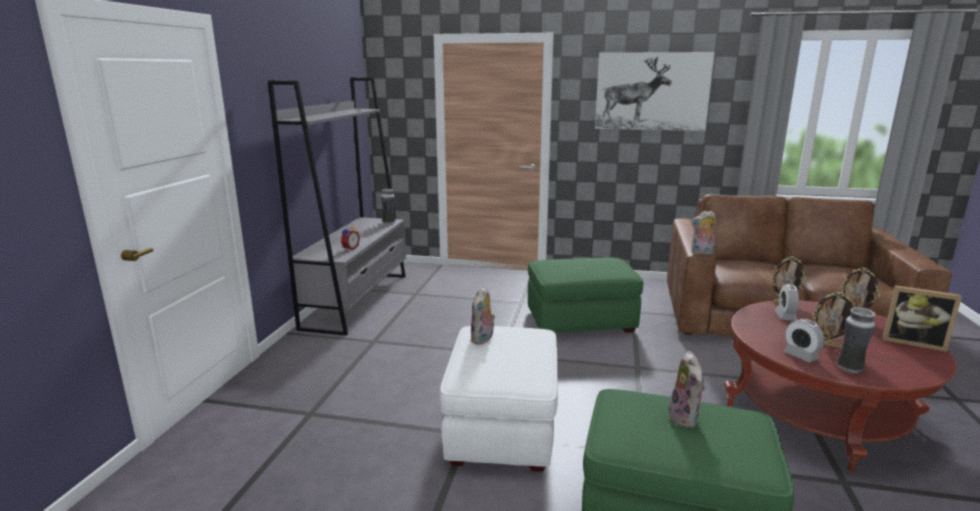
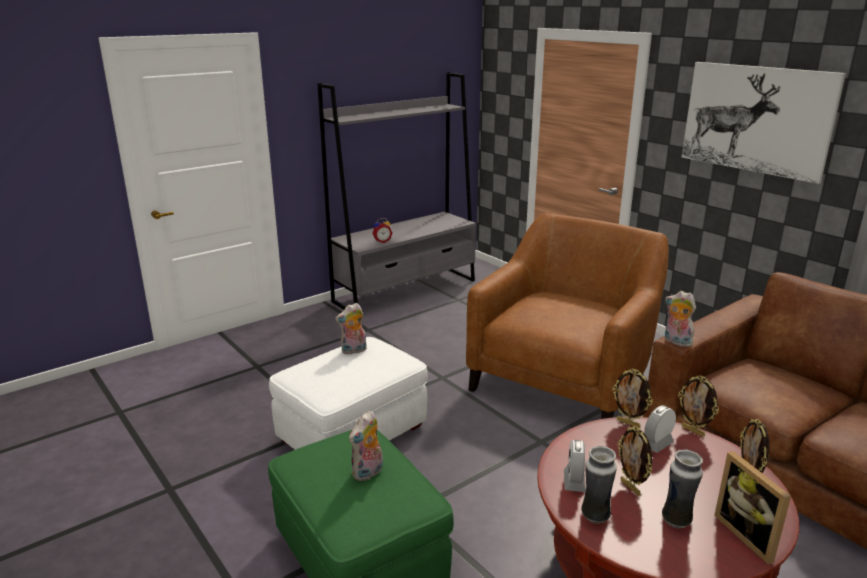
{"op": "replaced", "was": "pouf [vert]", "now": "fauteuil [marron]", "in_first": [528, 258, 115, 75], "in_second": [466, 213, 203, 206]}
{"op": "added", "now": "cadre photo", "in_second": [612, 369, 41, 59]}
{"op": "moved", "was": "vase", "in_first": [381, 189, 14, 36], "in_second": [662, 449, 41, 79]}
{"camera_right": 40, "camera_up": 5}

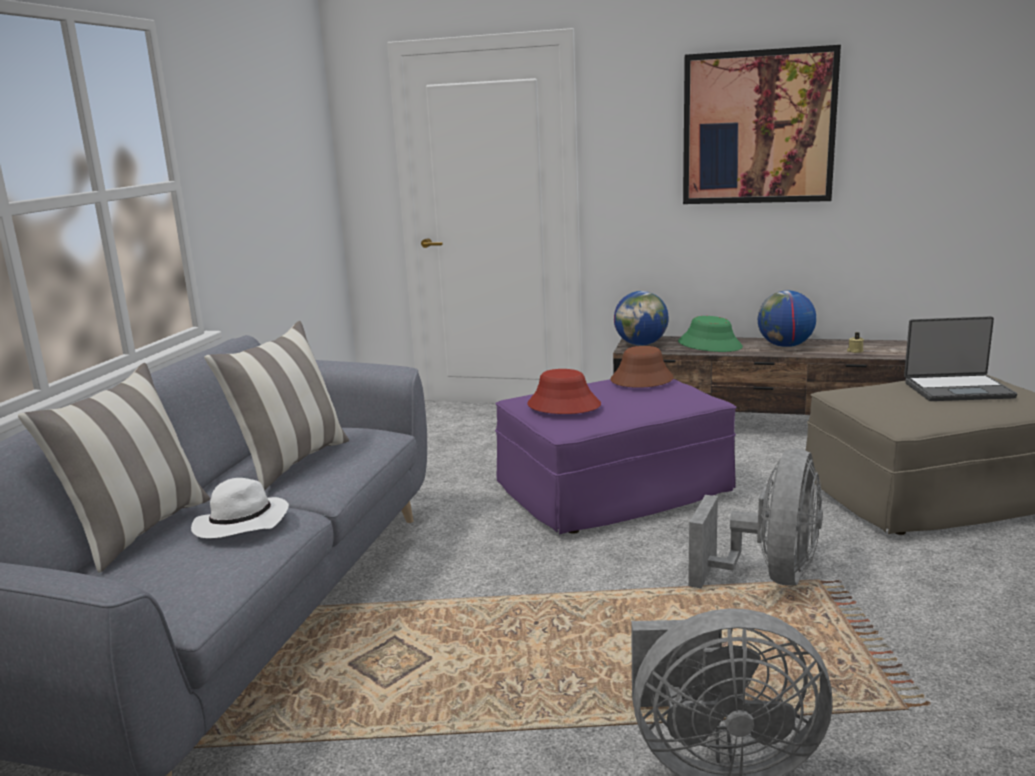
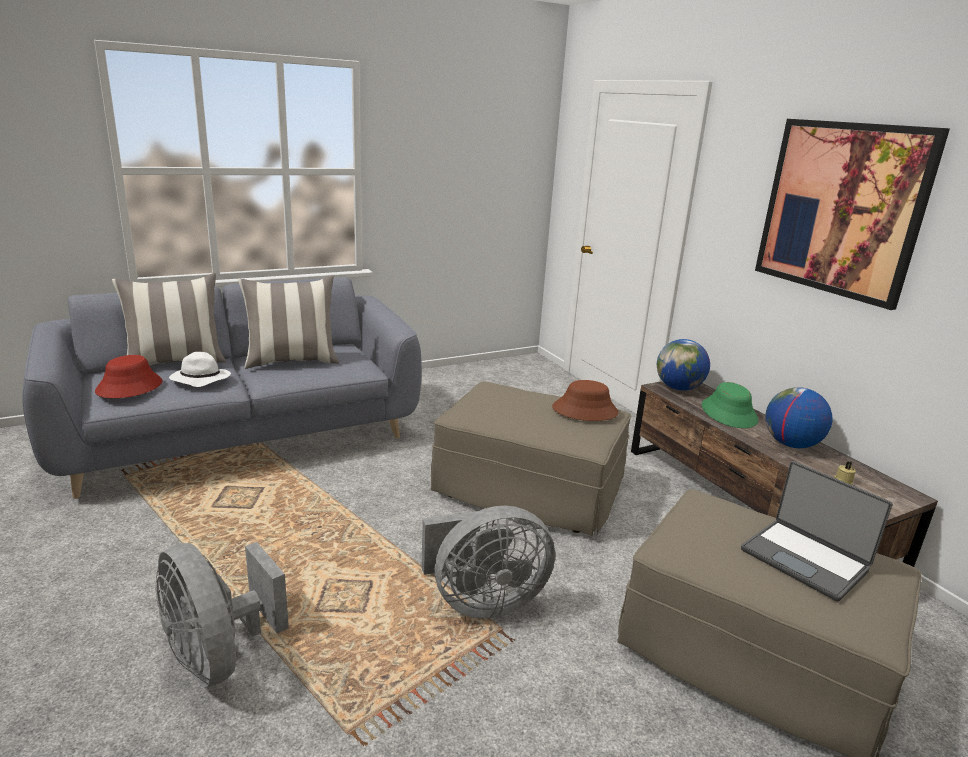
{"op": "moved", "was": "chapeau [rouge]", "in_first": [527, 369, 74, 45], "in_second": [95, 355, 68, 43]}
{"op": "recoloured", "was": "pouf [violet]", "now": "pouf [beige]", "in_first": [495, 379, 242, 156], "in_second": [431, 381, 200, 155]}
{"camera_right": 45, "camera_up": 5}

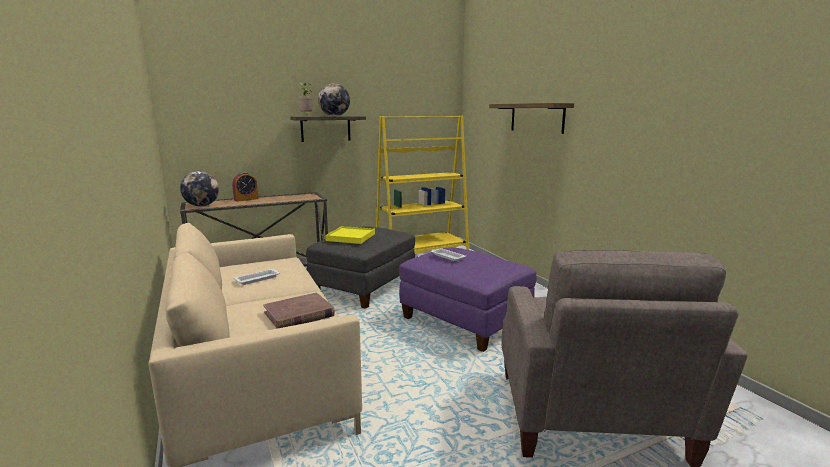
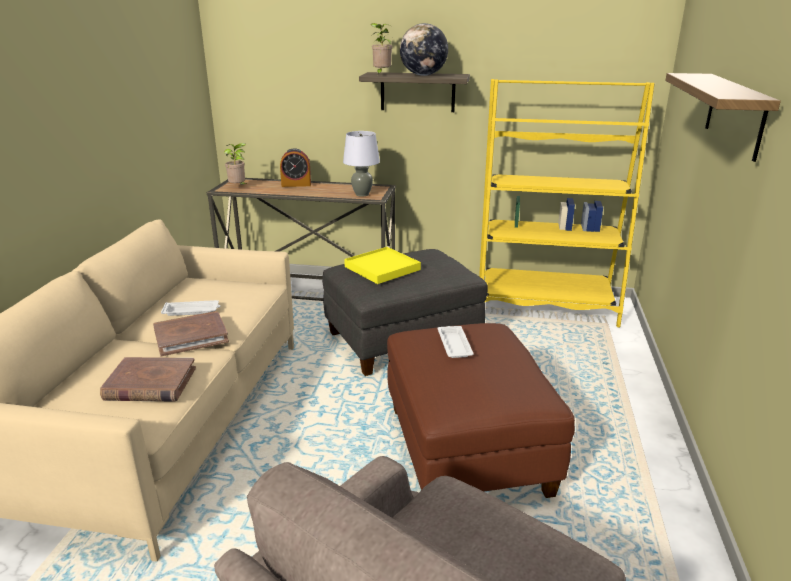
{"op": "added", "now": "livre [marron]", "in_second": [153, 311, 76, 45]}
{"op": "replaced", "was": "globe", "now": "plante en pot", "in_first": [180, 171, 39, 35], "in_second": [224, 143, 24, 42]}
{"op": "added", "now": "lampe de table [gris]", "in_second": [343, 131, 37, 66]}
{"op": "recoloured", "was": "pouf [violet]", "now": "pouf [marron]", "in_first": [399, 247, 138, 105], "in_second": [387, 323, 188, 175]}
{"camera_right": 35, "camera_up": 10}

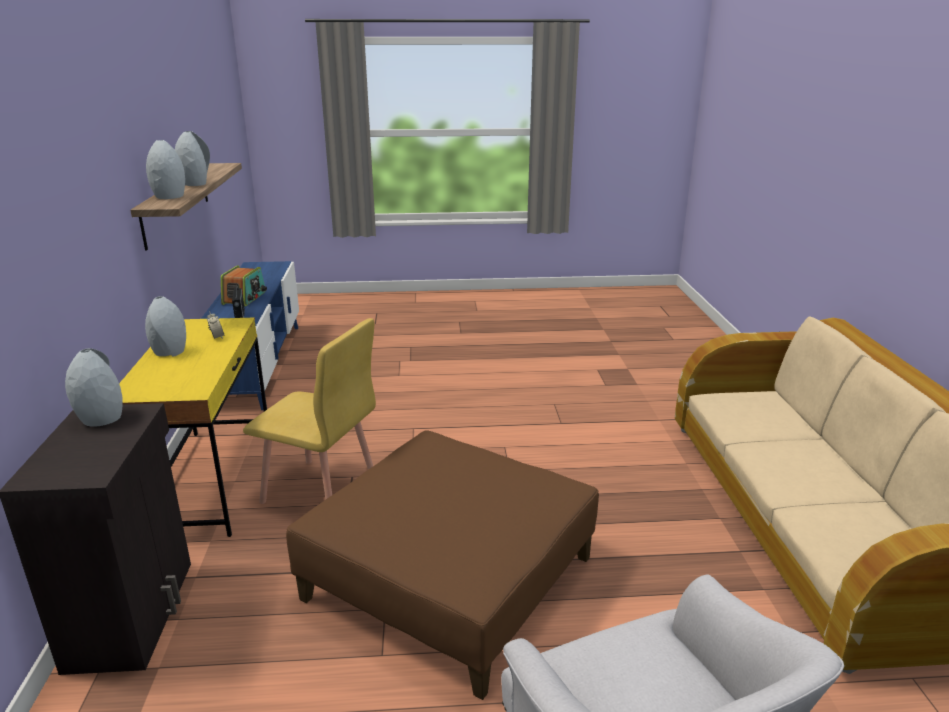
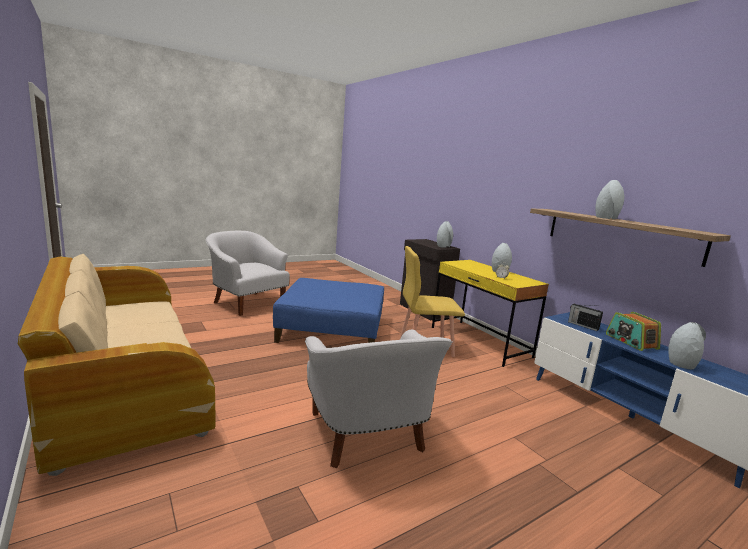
{"op": "recoloured", "was": "pouf [marron]", "now": "pouf [bleu]", "in_first": [286, 431, 313, 269], "in_second": [273, 278, 111, 65]}
{"op": "added", "now": "fauteuil [blanc]", "in_second": [305, 329, 148, 139]}
{"op": "moved", "was": "vase [gris]", "in_first": [146, 140, 39, 59], "in_second": [668, 322, 38, 47]}
{"camera_right": 150, "camera_up": -10}

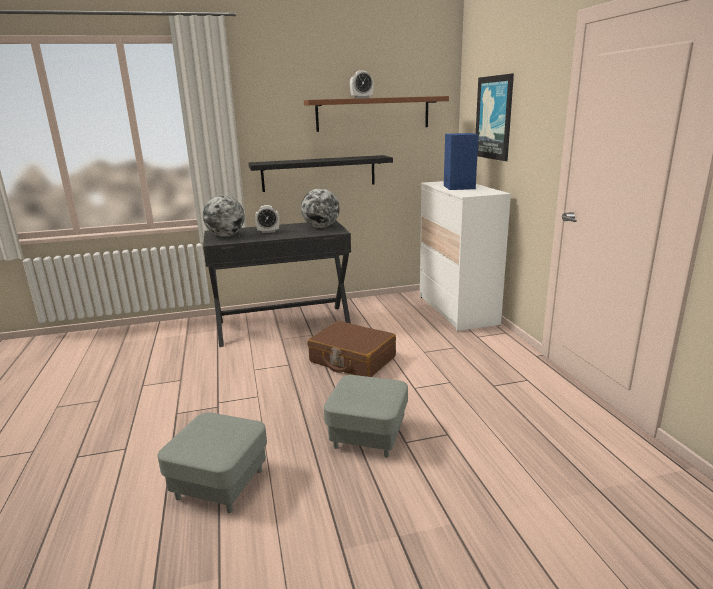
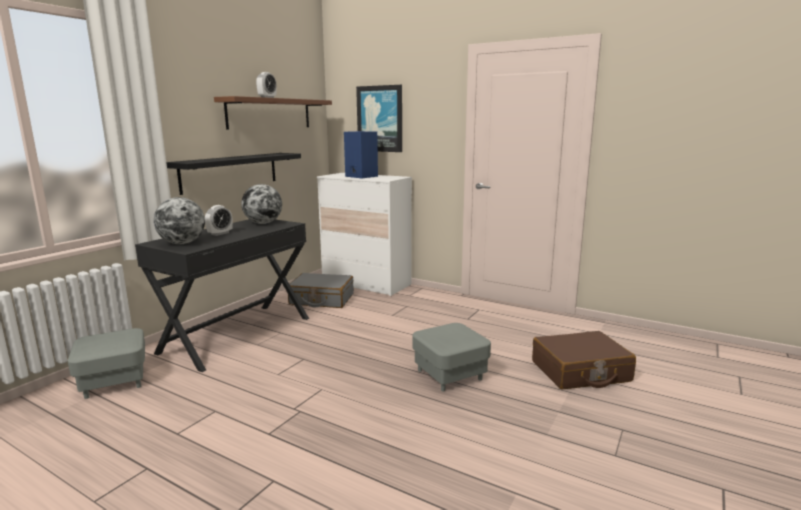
{"op": "moved", "was": "pouf [gris]", "in_first": [158, 412, 109, 101], "in_second": [68, 328, 77, 71]}
{"op": "added", "now": "valise [gris]", "in_second": [288, 273, 66, 35]}
{"op": "moved", "was": "valise [marron]", "in_first": [308, 321, 88, 56], "in_second": [532, 331, 104, 58]}
{"camera_right": -45, "camera_up": -5}

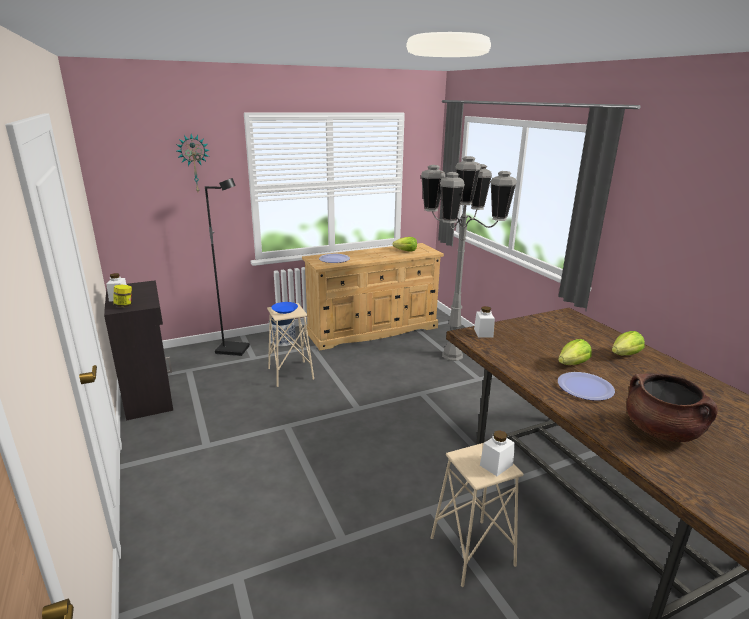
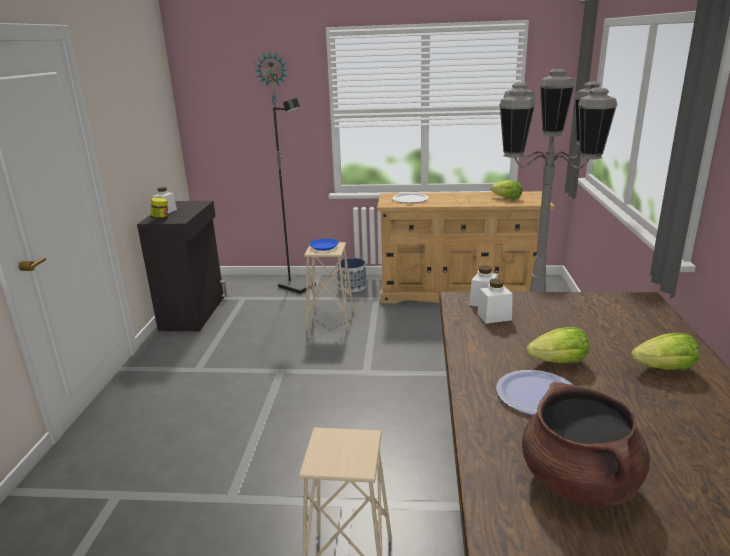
{"op": "moved", "was": "bocal [blanc]", "in_first": [480, 430, 35, 46], "in_second": [477, 279, 36, 45]}
{"camera_right": 30, "camera_up": 0}

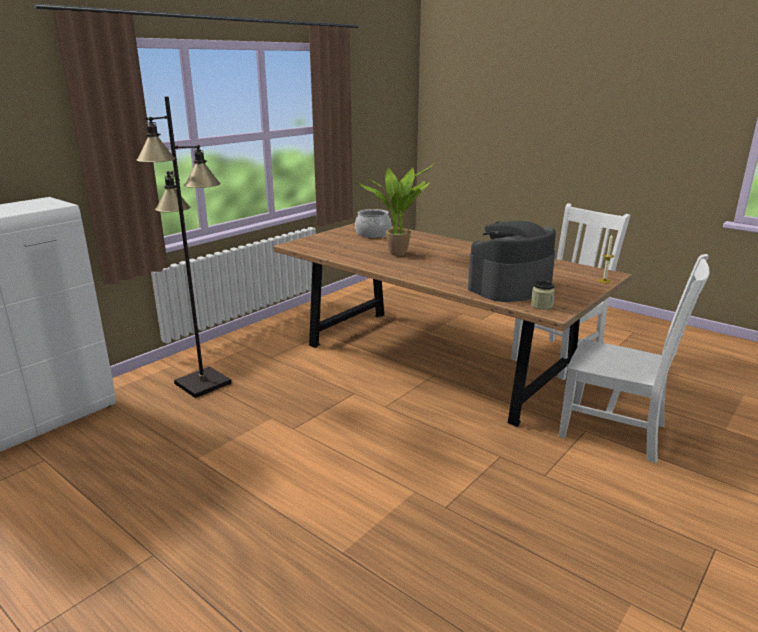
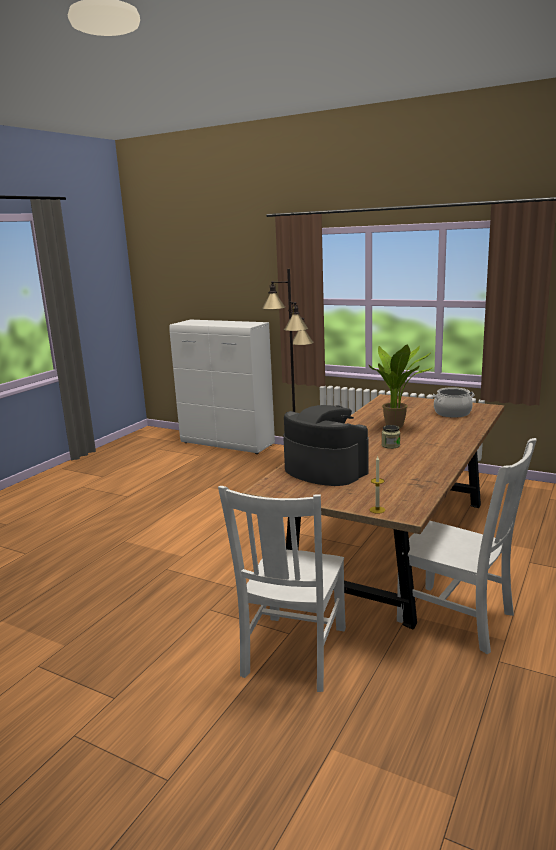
{"op": "moved", "was": "bocal", "in_first": [531, 281, 24, 29], "in_second": [382, 425, 18, 24]}
{"camera_right": 80, "camera_up": -5}

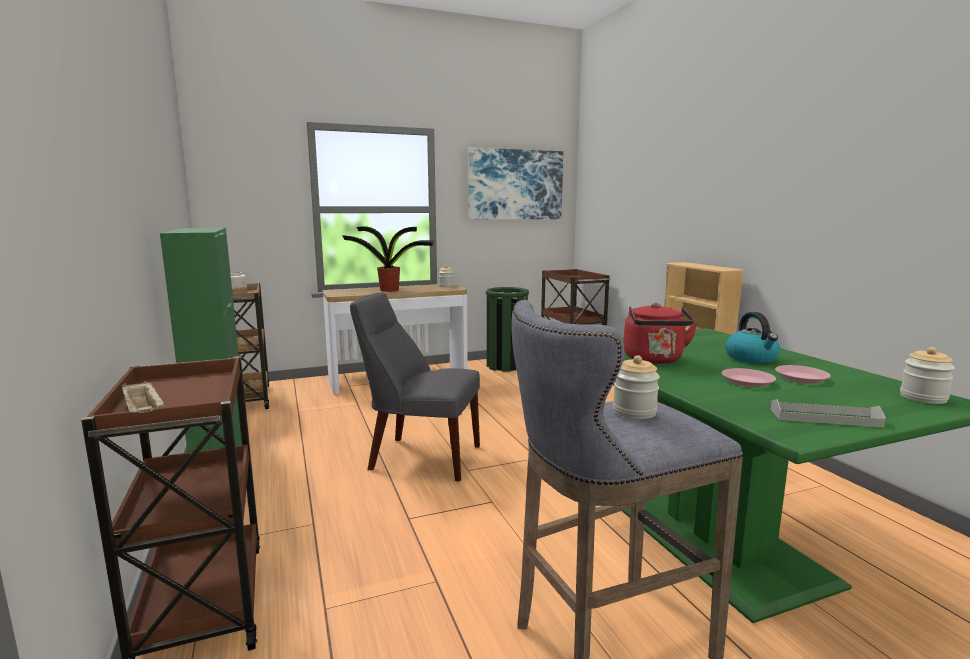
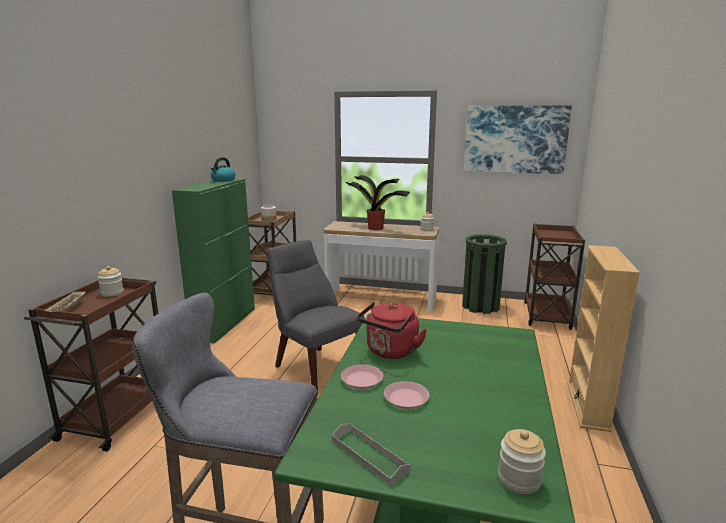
{"op": "moved", "was": "bocal", "in_first": [613, 355, 47, 64], "in_second": [98, 266, 26, 31]}
{"op": "moved", "was": "bouilloire", "in_first": [725, 312, 55, 52], "in_second": [211, 157, 24, 25]}
{"op": "moved", "was": "assiette [rose]", "in_first": [775, 365, 56, 19], "in_second": [341, 364, 42, 25]}
{"camera_right": 35, "camera_up": 5}

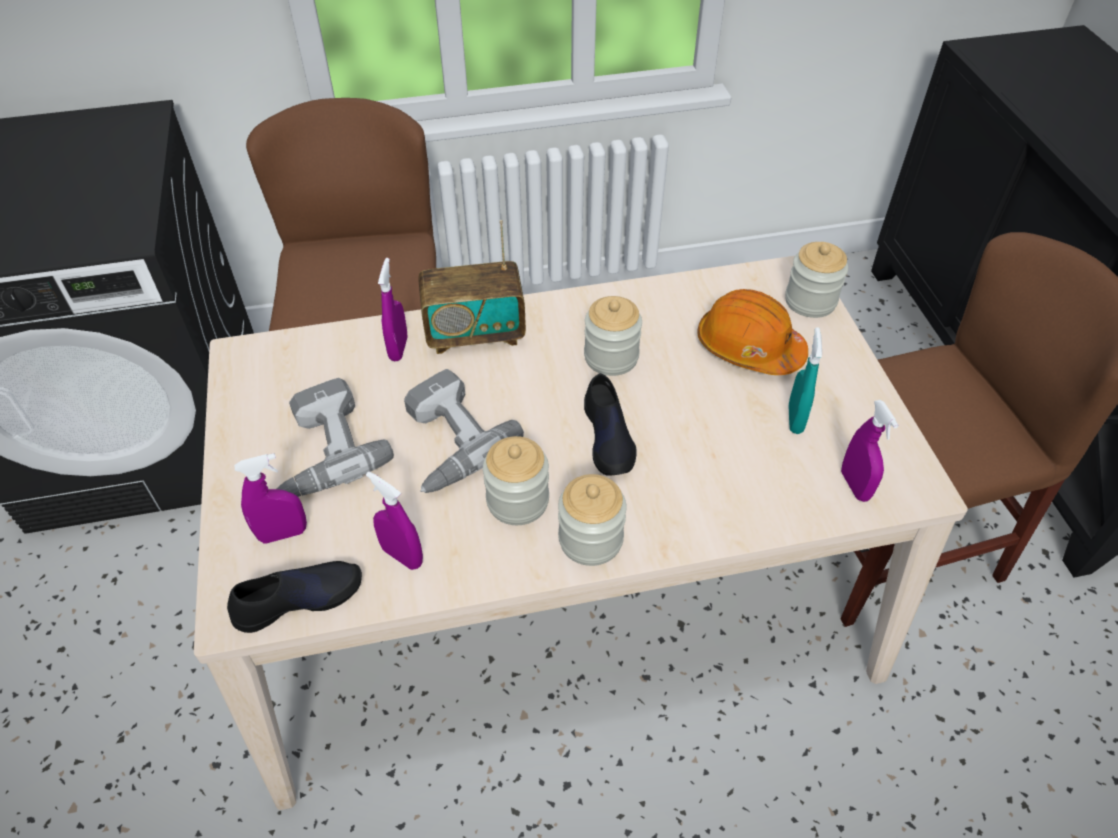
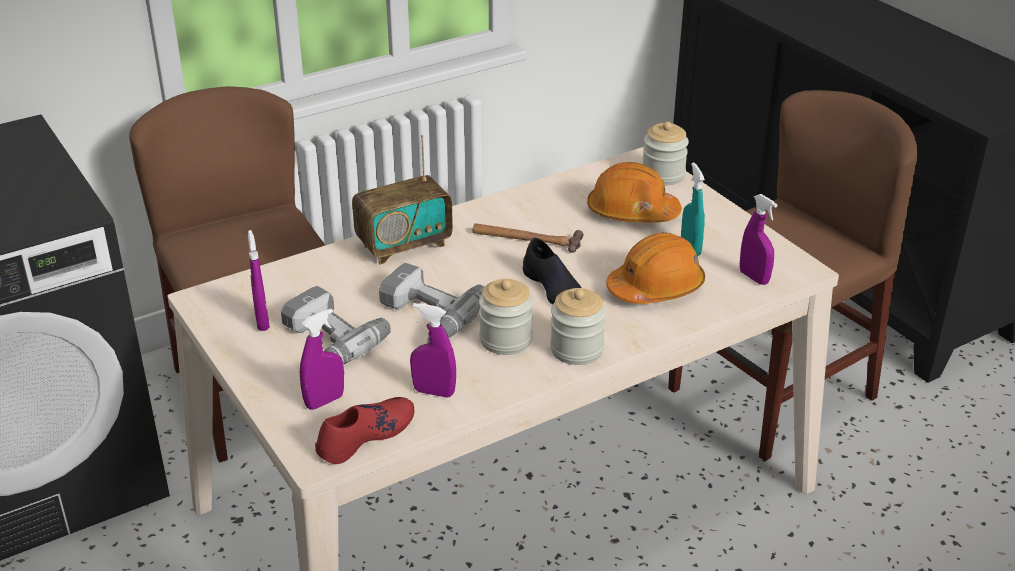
{"op": "moved", "was": "vaporisateur [violet]", "in_first": [378, 258, 30, 103], "in_second": [248, 230, 22, 101]}
{"op": "recoloured", "was": "chaussure [noir]", "now": "chaussure [rouge]", "in_first": [227, 561, 135, 72], "in_second": [315, 397, 99, 67]}
{"op": "replaced", "was": "bocal", "now": "marteau", "in_first": [584, 296, 58, 80], "in_second": [473, 223, 110, 30]}
{"op": "added", "now": "casque de chantier [orange]", "in_second": [606, 233, 99, 71]}
{"camera_right": -20, "camera_up": -15}

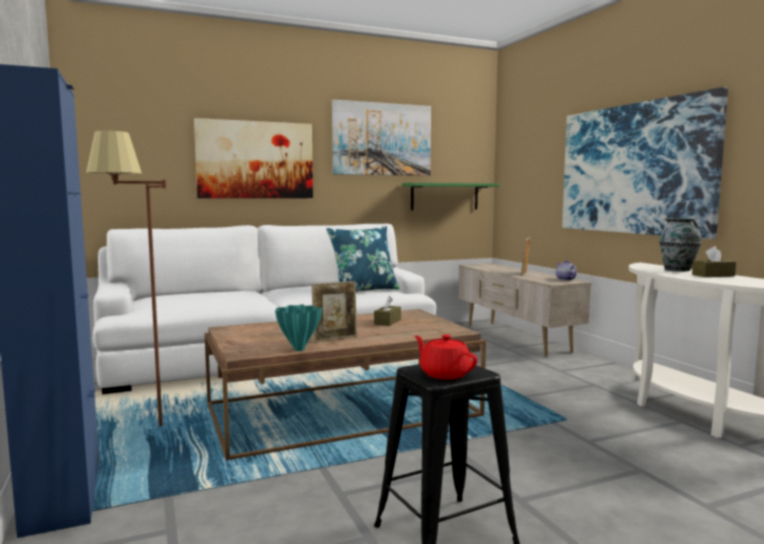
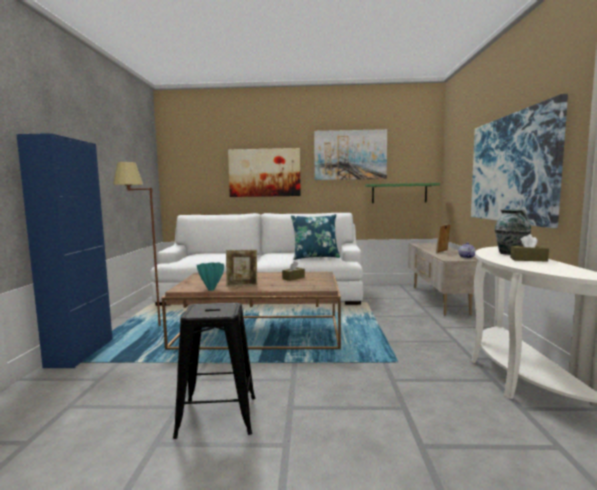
{"op": "removed", "was": "théière [rouge]", "in_first": [414, 334, 64, 46]}
{"camera_right": 25, "camera_up": 0}

